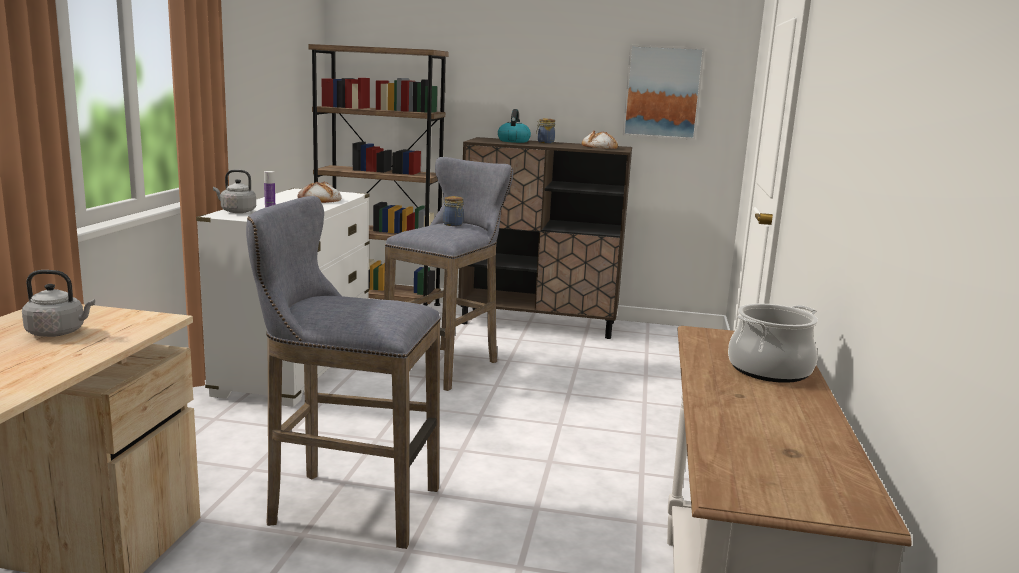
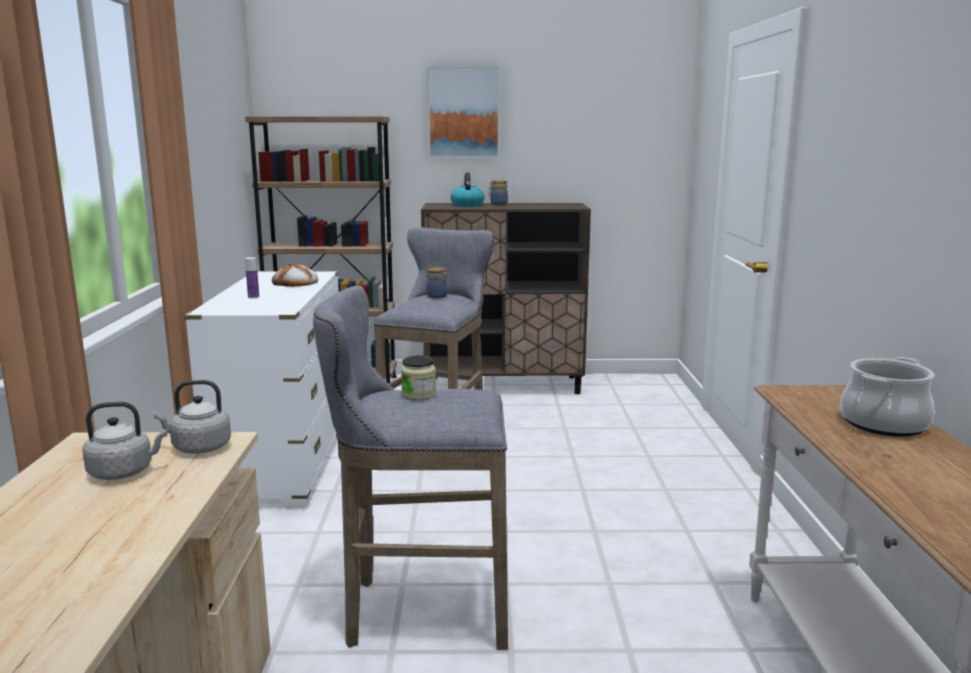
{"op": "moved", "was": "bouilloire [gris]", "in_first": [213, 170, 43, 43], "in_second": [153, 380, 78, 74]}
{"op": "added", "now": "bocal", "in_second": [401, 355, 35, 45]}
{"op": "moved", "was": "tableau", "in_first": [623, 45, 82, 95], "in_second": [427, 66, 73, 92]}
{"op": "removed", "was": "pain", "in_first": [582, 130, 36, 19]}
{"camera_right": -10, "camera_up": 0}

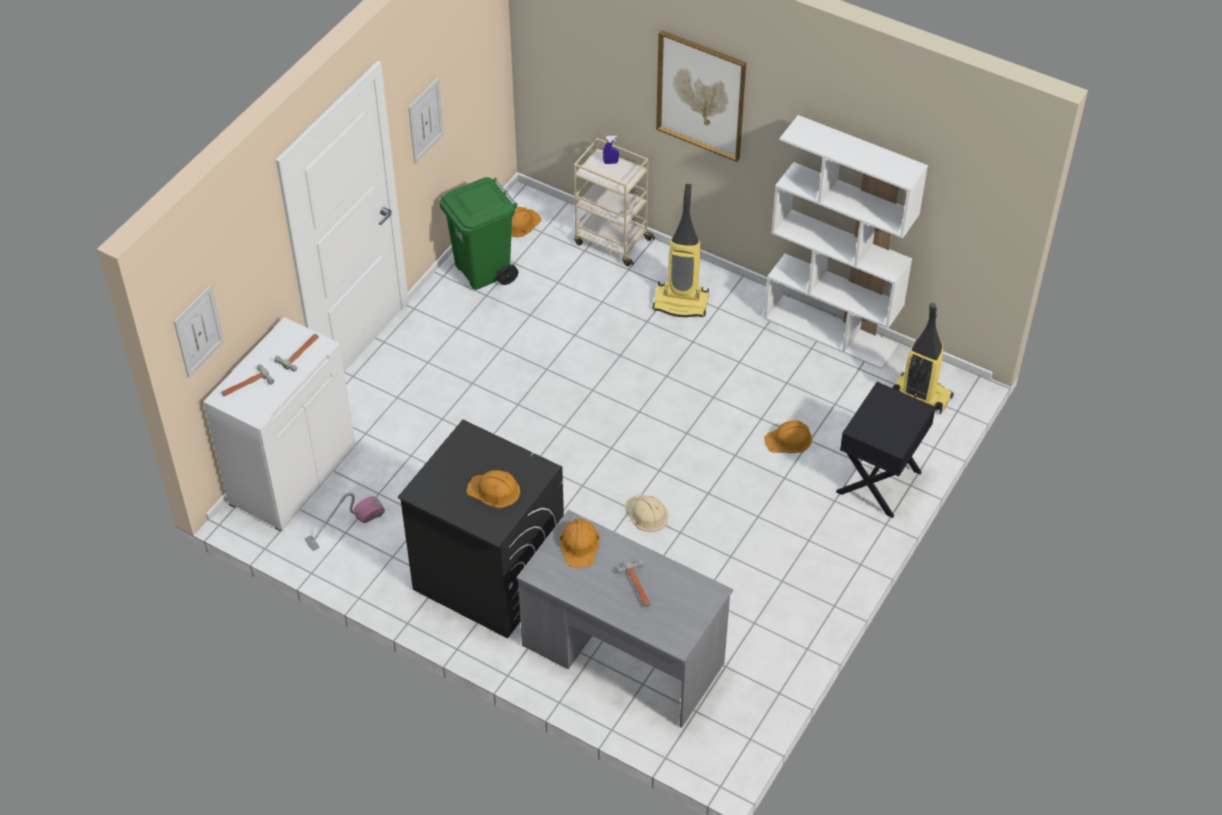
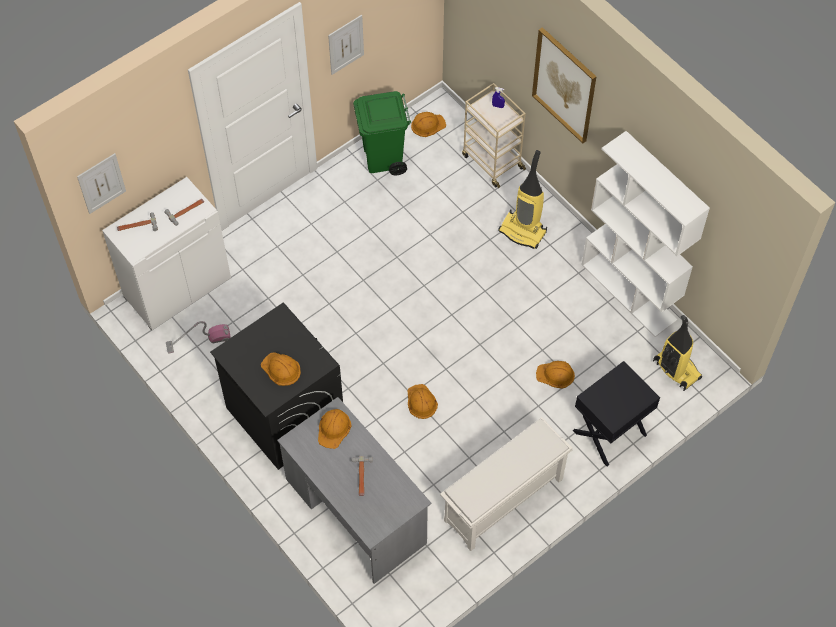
{"op": "recoloured", "was": "casque de chantier [beige]", "now": "casque de chantier [orange]", "in_first": [625, 494, 44, 38], "in_second": [407, 384, 31, 35]}
{"op": "added", "now": "étagère à chaussures [blanc]", "in_second": [440, 417, 133, 134]}
{"camera_right": 20, "camera_up": 10}

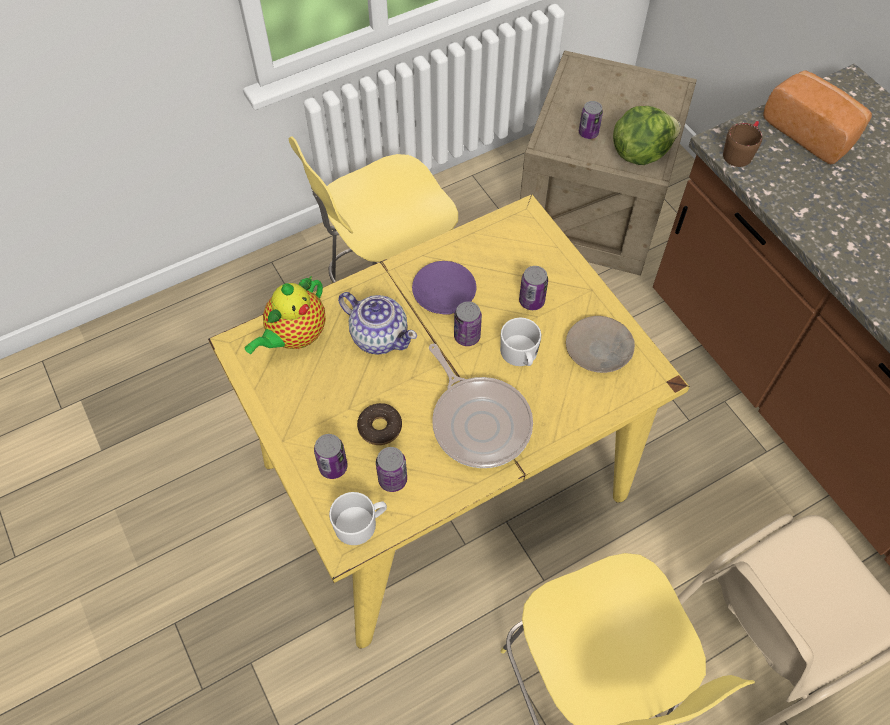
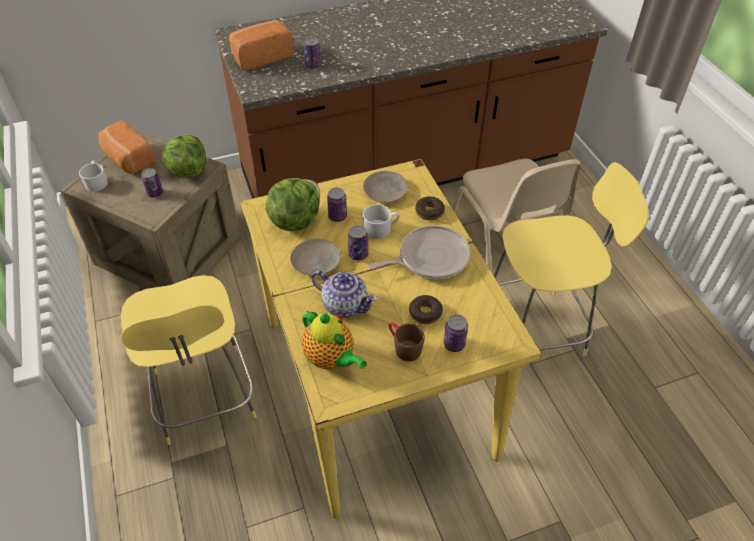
{"op": "moved", "was": "mug [blanc]", "in_first": [329, 492, 58, 53], "in_second": [79, 161, 29, 31]}
{"op": "added", "now": "pain", "in_second": [98, 120, 58, 54]}
{"op": "added", "now": "laitue", "in_second": [265, 178, 55, 53]}
{"op": "recoloured", "was": "assiette [violet]", "now": "assiette [beige]", "in_first": [412, 261, 64, 54], "in_second": [290, 239, 51, 37]}
{"op": "moved", "was": "boîte métallique", "in_first": [376, 447, 31, 45], "in_second": [304, 38, 17, 31]}
{"op": "turned", "was": "théière", "in_first": [338, 292, 79, 63], "in_second": [312, 270, 66, 48], "clockwise": 75}
{"op": "moved", "was": "mug [marron]", "in_first": [723, 121, 39, 46], "in_second": [388, 322, 37, 39]}
{"op": "added", "now": "beignet", "in_second": [415, 196, 30, 24]}
{"camera_right": -80, "camera_up": -10}

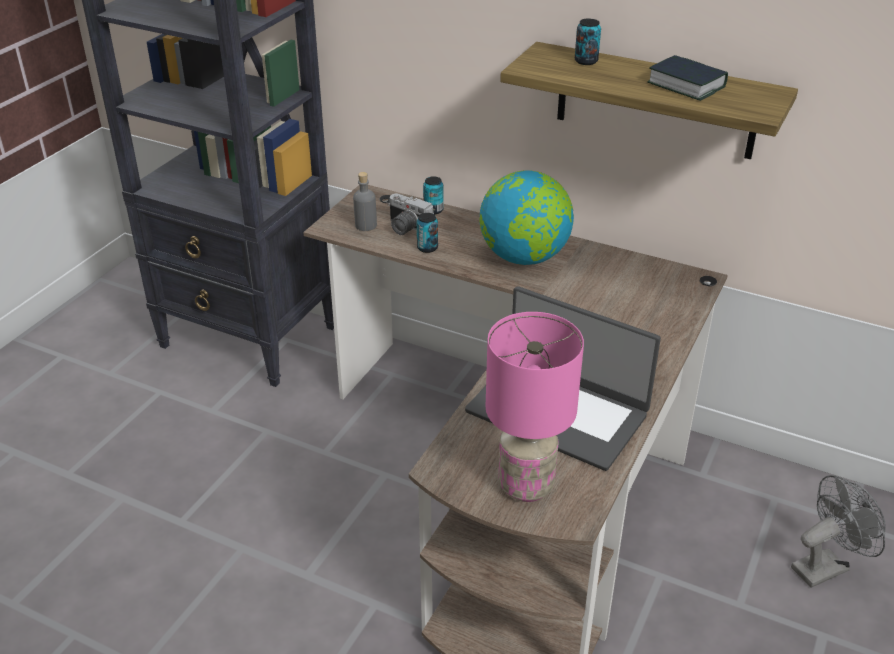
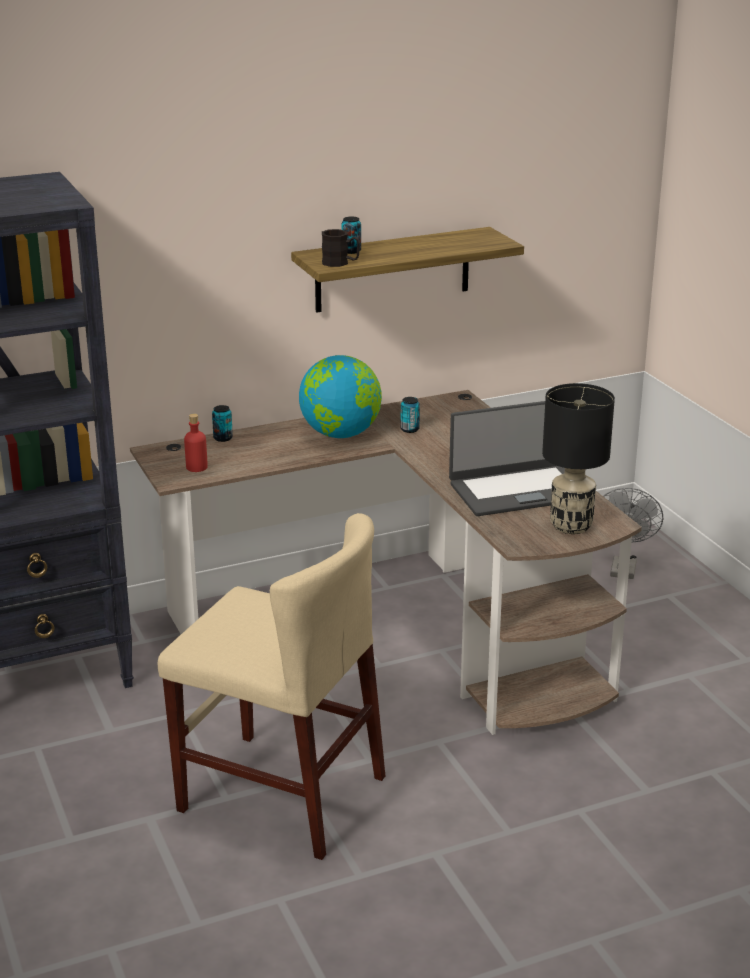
{"op": "added", "now": "chaise [beige]", "in_second": [158, 513, 227, 347]}
{"op": "recoloured", "was": "bouteille [gris]", "now": "bouteille [rouge]", "in_first": [353, 172, 24, 59], "in_second": [184, 414, 24, 58]}
{"op": "added", "now": "mug [noir]", "in_second": [322, 229, 38, 38]}
{"op": "moved", "was": "boîte métallique", "in_first": [417, 213, 21, 40], "in_second": [400, 397, 20, 36]}
{"op": "recoloured", "was": "lampe de table [rose]", "now": "lampe de table [noir]", "in_first": [486, 312, 98, 190], "in_second": [542, 383, 73, 151]}
{"op": "removed", "was": "appareil photo", "in_first": [387, 194, 47, 41]}
{"op": "removed", "was": "livre", "in_first": [647, 55, 81, 46]}
{"camera_right": -50, "camera_up": -10}

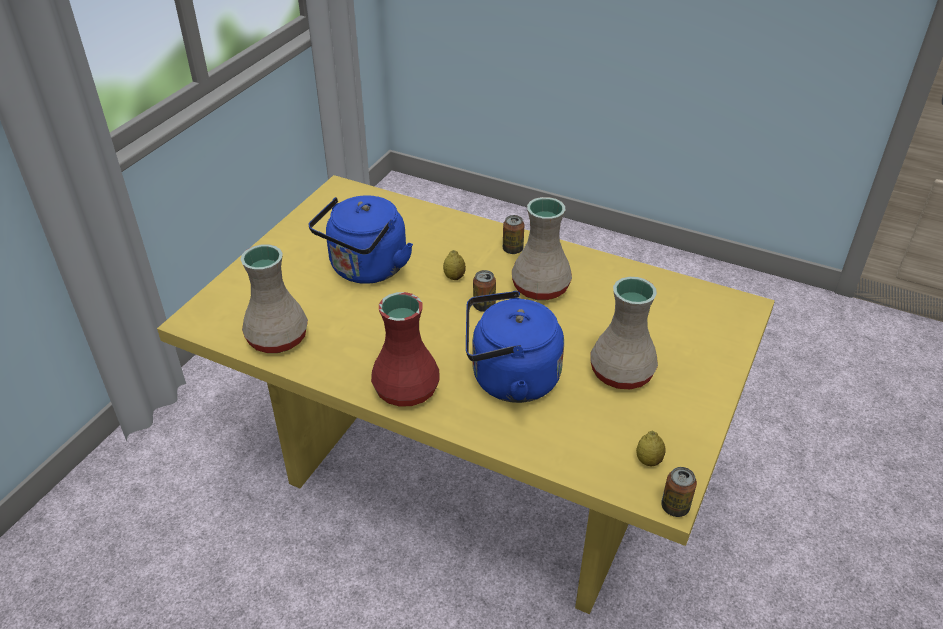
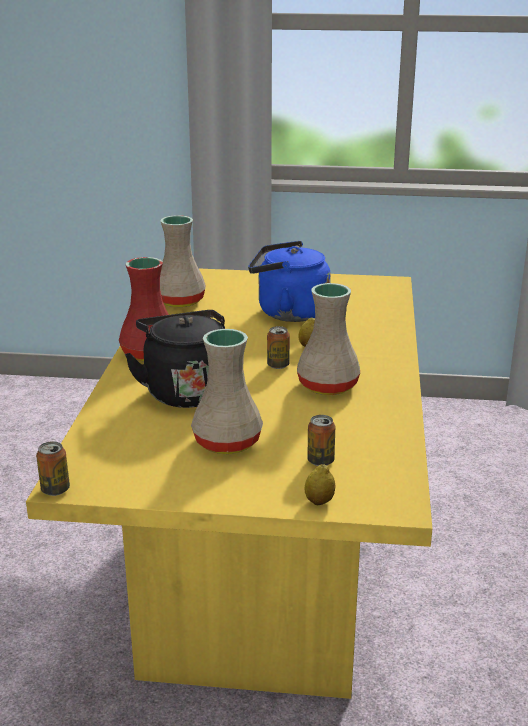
{"op": "recoloured", "was": "bouilloire [bleu]", "now": "bouilloire [noir]", "in_first": [466, 291, 98, 112], "in_second": [125, 310, 100, 98]}
{"op": "moved", "was": "citron", "in_first": [636, 431, 29, 35], "in_second": [305, 464, 30, 41]}
{"op": "moved", "was": "boîte métallique", "in_first": [503, 215, 21, 39], "in_second": [307, 415, 28, 51]}
{"camera_right": 70, "camera_up": -15}

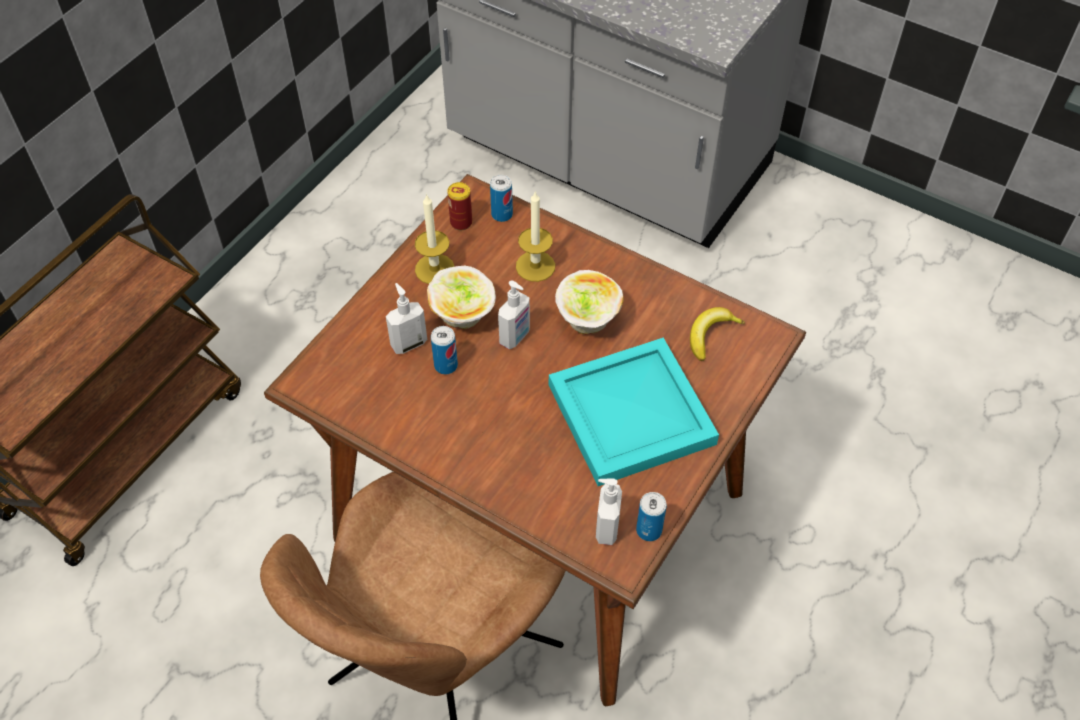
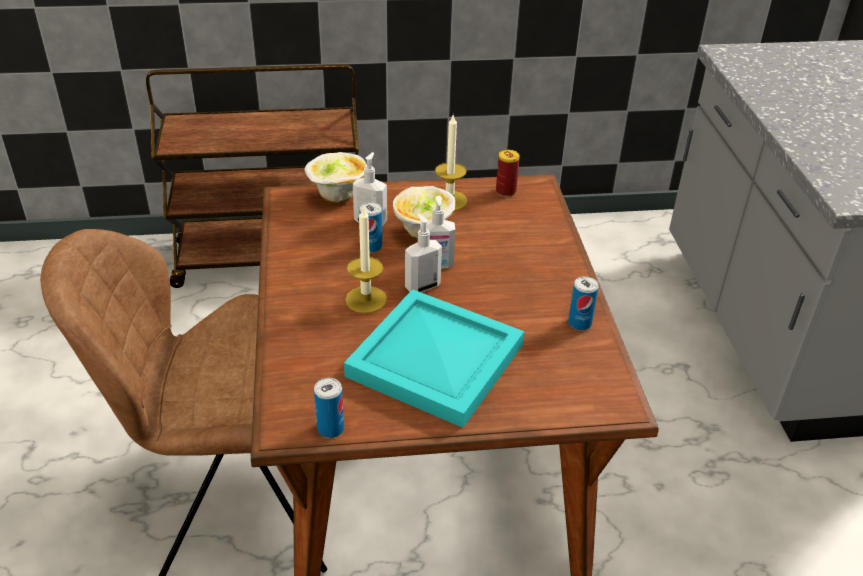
{"op": "moved", "was": "bol", "in_first": [555, 270, 69, 65], "in_second": [304, 152, 63, 51]}
{"op": "moved", "was": "bougie", "in_first": [516, 191, 39, 91], "in_second": [345, 206, 42, 107]}
{"op": "moved", "was": "distributeur de savon", "in_first": [596, 478, 26, 67], "in_second": [405, 214, 37, 79]}
{"op": "moved", "was": "boîte métallique", "in_first": [490, 175, 23, 47], "in_second": [568, 276, 30, 54]}
{"op": "removed", "was": "banane", "in_first": [690, 307, 55, 54]}
{"camera_right": 50, "camera_up": -15}

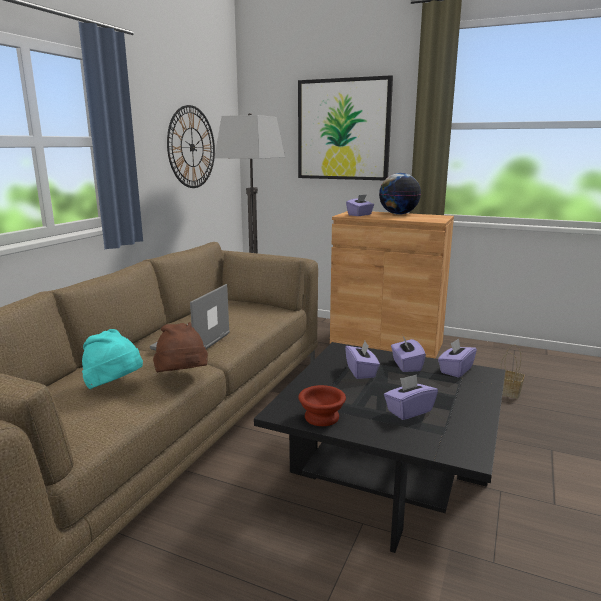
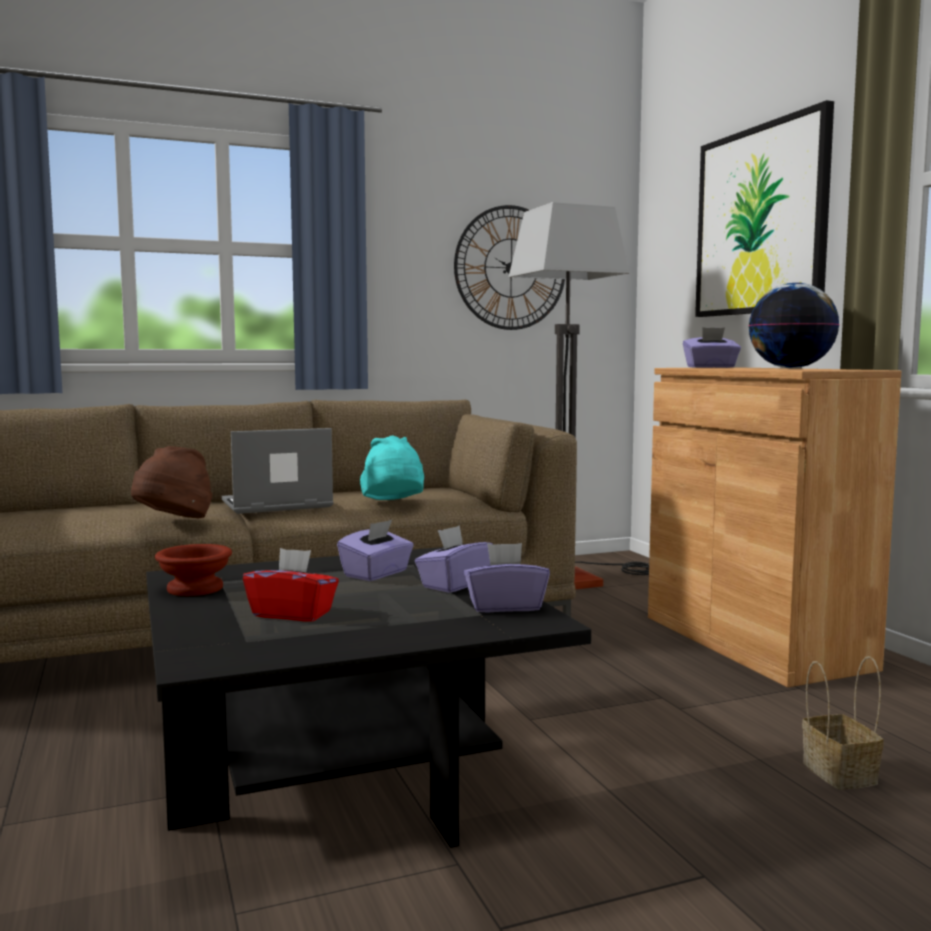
{"op": "recoloured", "was": "boîte à mouchoirs [violet]", "now": "boîte à mouchoirs [rouge]", "in_first": [384, 374, 54, 46], "in_second": [243, 548, 96, 73]}
{"op": "moved", "was": "chapeau [turquoise]", "in_first": [82, 329, 61, 60], "in_second": [360, 436, 64, 64]}
{"camera_right": 45, "camera_up": -10}

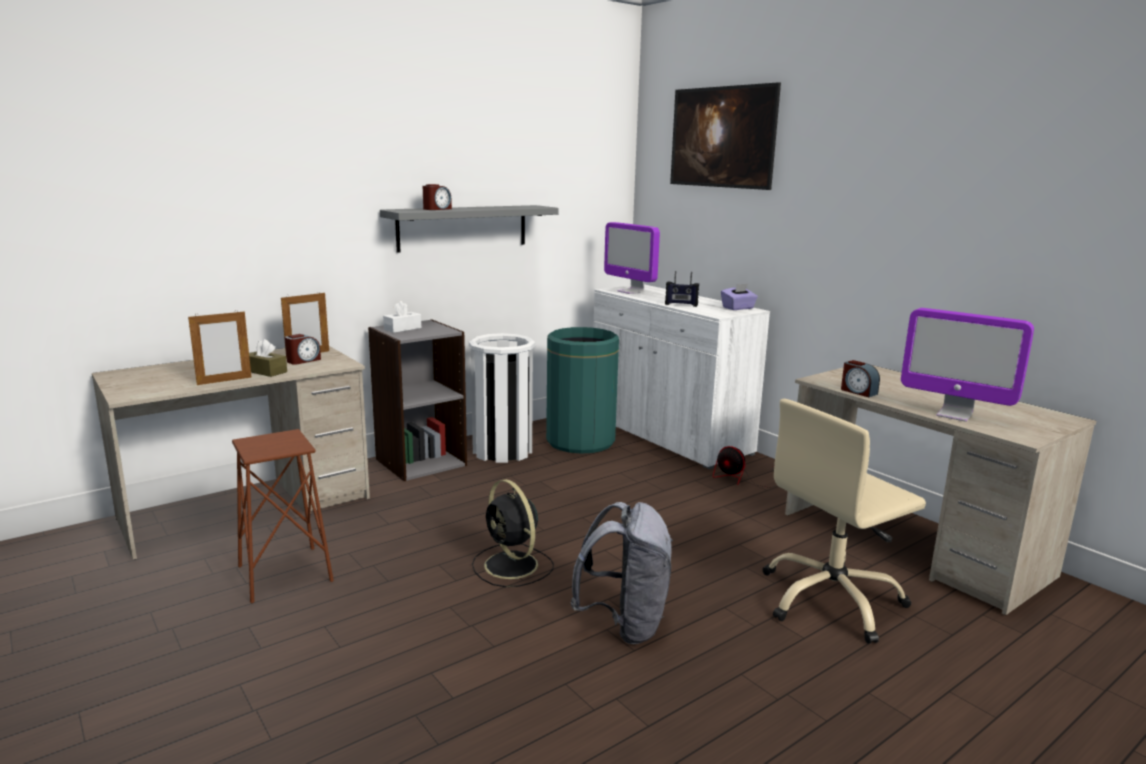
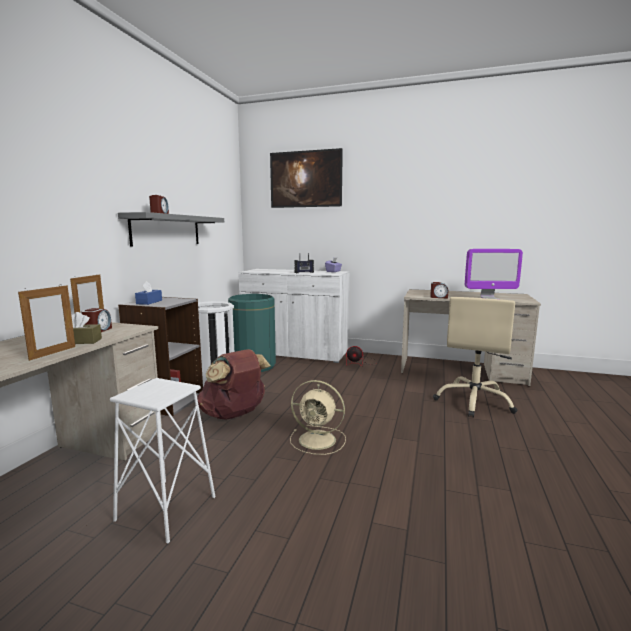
{"op": "recoloured", "was": "tabouret [marron]", "now": "tabouret [blanc]", "in_first": [232, 429, 102, 174], "in_second": [110, 378, 106, 165]}
{"op": "recoloured", "was": "boîte à mouchoirs [blanc]", "now": "boîte à mouchoirs [bleu]", "in_first": [383, 301, 38, 32], "in_second": [135, 281, 27, 24]}
{"op": "added", "now": "sac à dos [marron]", "in_second": [197, 349, 74, 70]}
{"op": "recoloured", "was": "ventilateur [noir]", "now": "ventilateur [beige]", "in_first": [472, 479, 82, 108], "in_second": [290, 380, 56, 75]}
{"op": "removed", "was": "sac à dos [gris]", "in_first": [570, 502, 103, 142]}
{"op": "removed", "was": "écran d'ordinateur", "in_first": [604, 222, 56, 72]}
{"camera_right": -35, "camera_up": -5}

